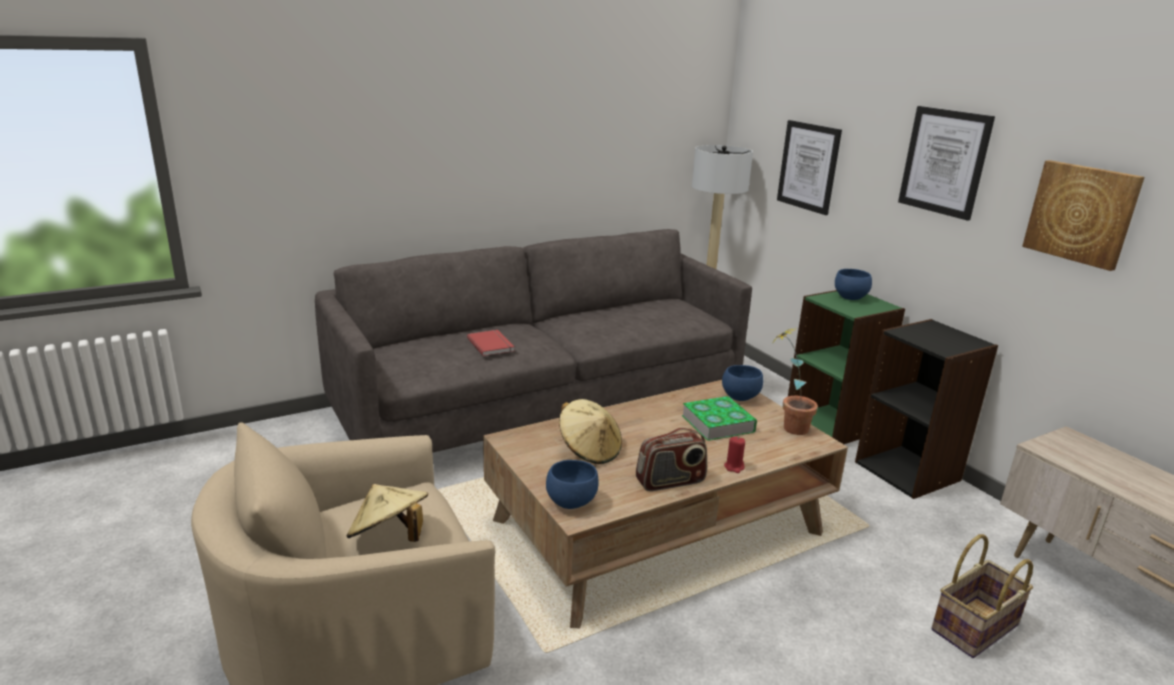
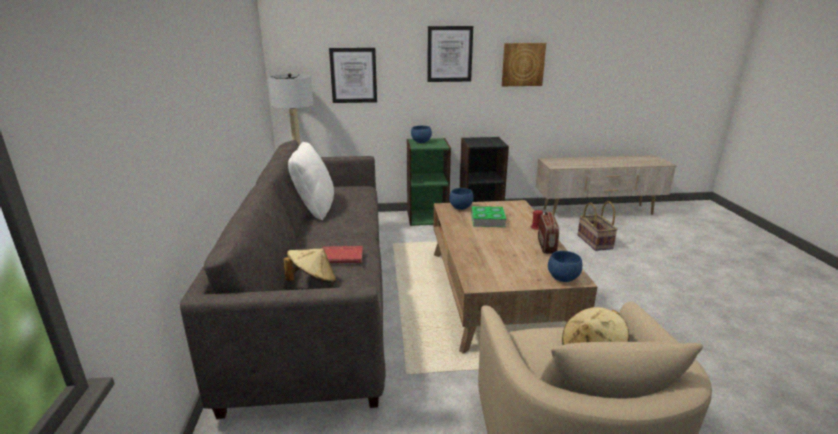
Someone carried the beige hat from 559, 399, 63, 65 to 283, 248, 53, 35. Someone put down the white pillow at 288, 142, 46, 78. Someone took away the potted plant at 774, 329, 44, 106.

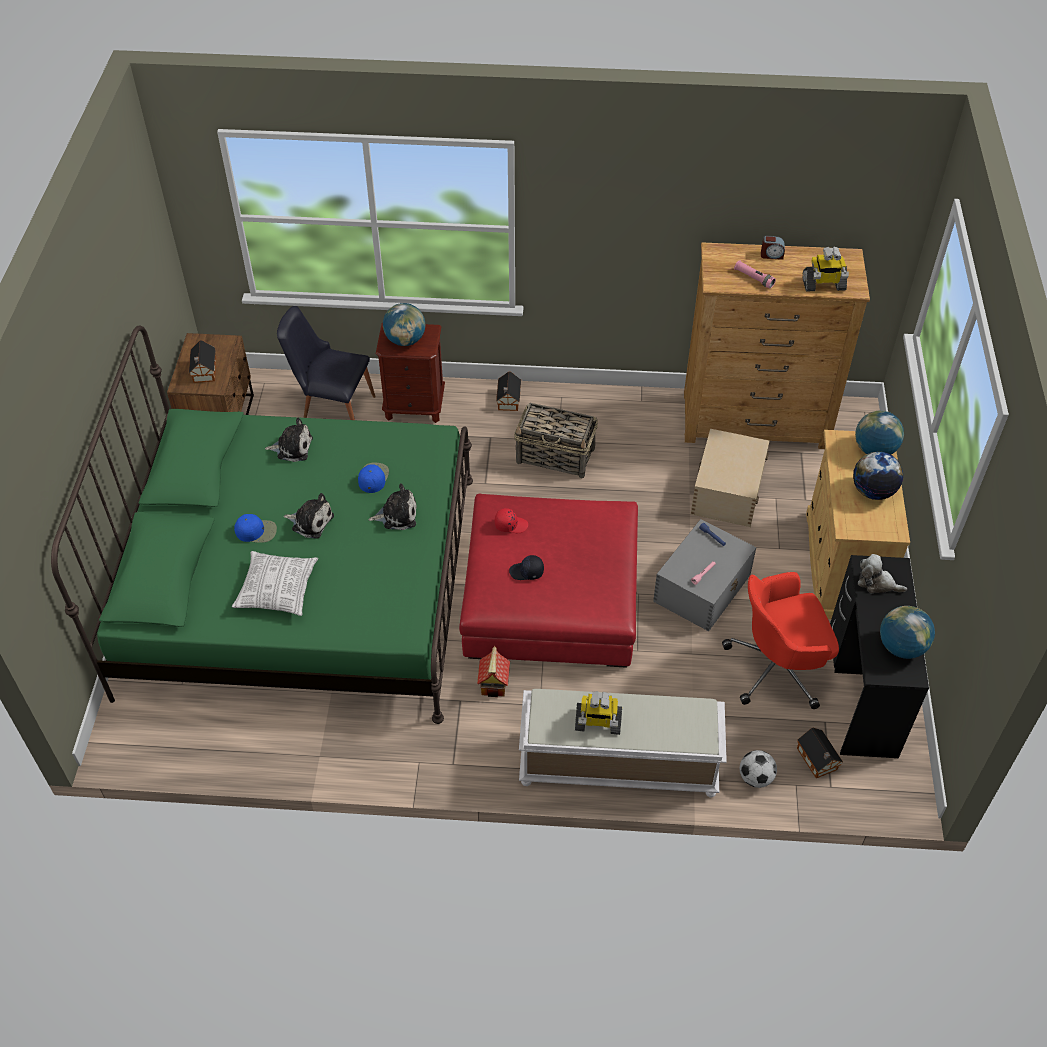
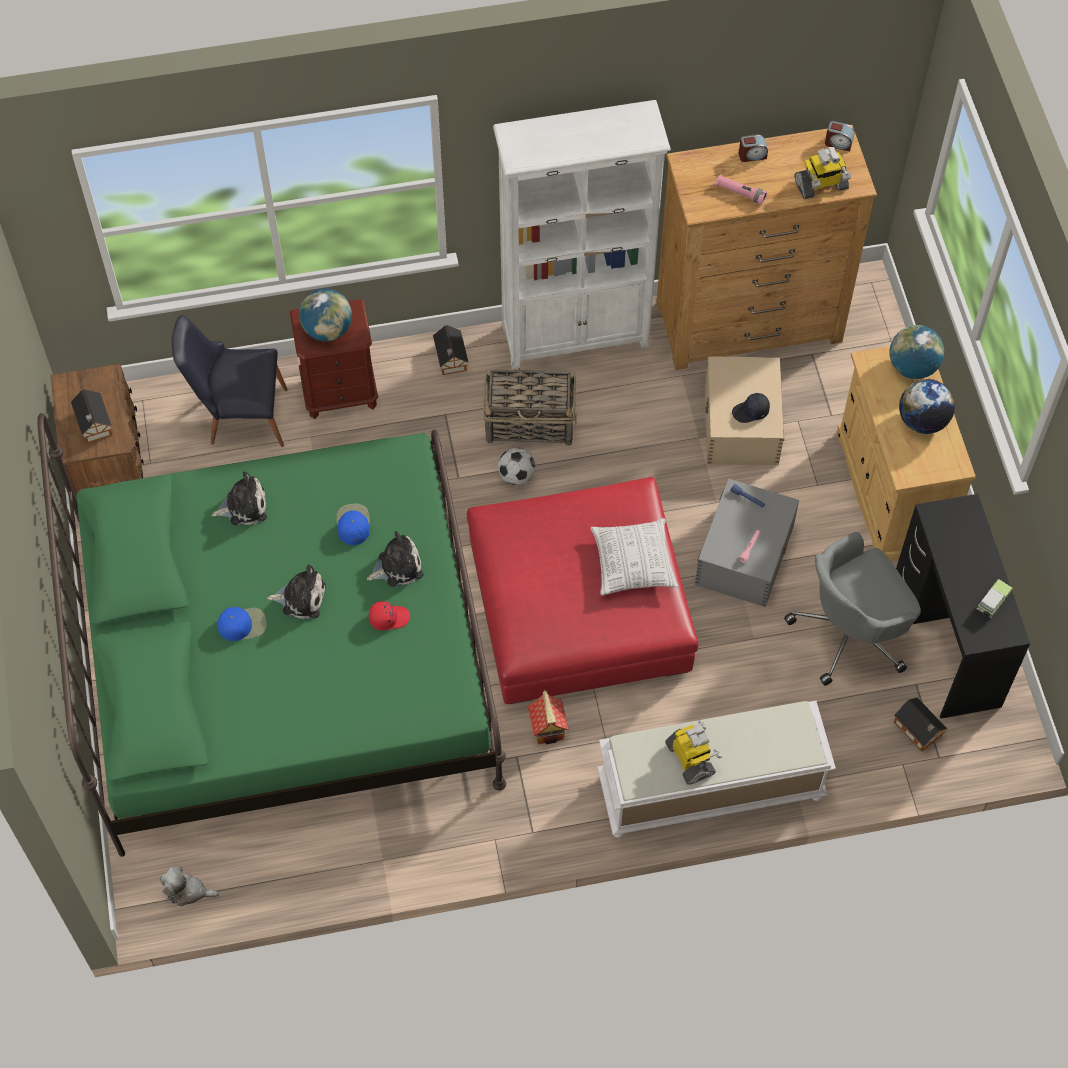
Someone carried the plush toy from 858, 554, 49, 39 to 160, 866, 59, 41. Someone carried the red cap from 495, 508, 33, 25 to 369, 601, 41, 29. Someone put down the white bookcase at 493, 100, 178, 269. Someone carried the football from 740, 750, 37, 38 to 498, 448, 37, 37. Someone carried the pillow from 232, 551, 86, 65 to 591, 518, 87, 77. Someone rotated the toy robot at 575, 691, 47, 44 by 105 degrees counterclockwise. Someone carried the black cap from 509, 555, 35, 25 to 732, 393, 38, 30. Someone repainted the red office chair at 722, 572, 117, 137, which became the grey office chair at 784, 532, 137, 154. Someone put down the alarm clock at 825, 121, 29, 31. Someone swapped the globe at 880, 606, 55, 53 for the toy car at 976, 579, 37, 39.

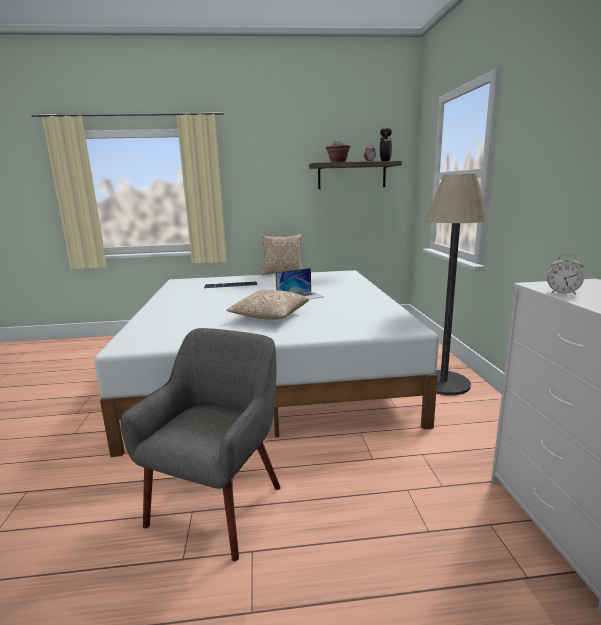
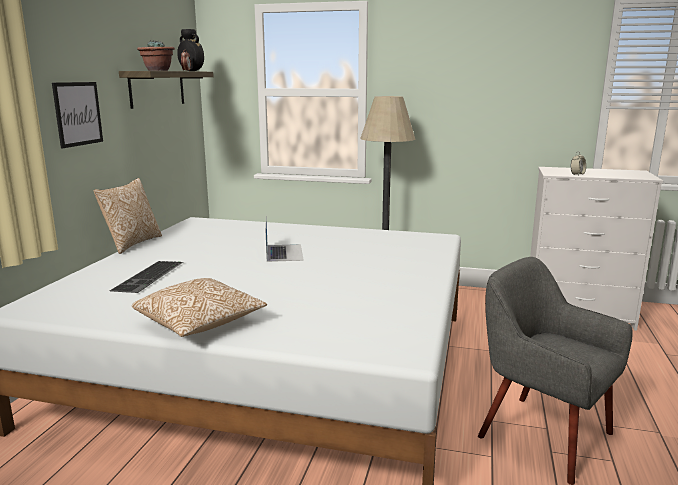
Someone put up the picture at 52, 82, 51, 66. Someone carried the pillow from 227, 290, 82, 30 to 132, 278, 135, 59.

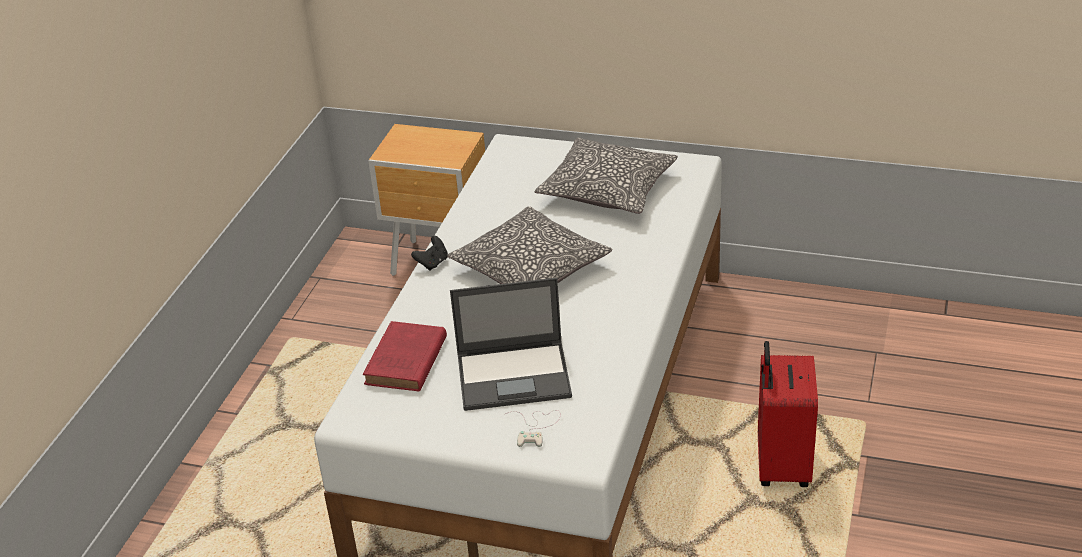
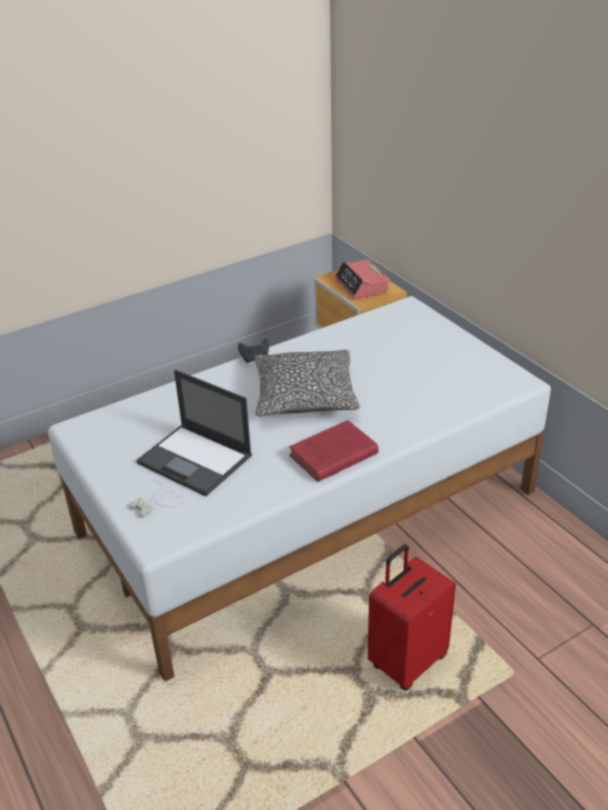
Someone carried the red book from 363, 321, 84, 71 to 289, 420, 90, 62. Someone put down the alarm clock at 335, 259, 54, 40. Someone took away the pillow at 535, 138, 143, 76.

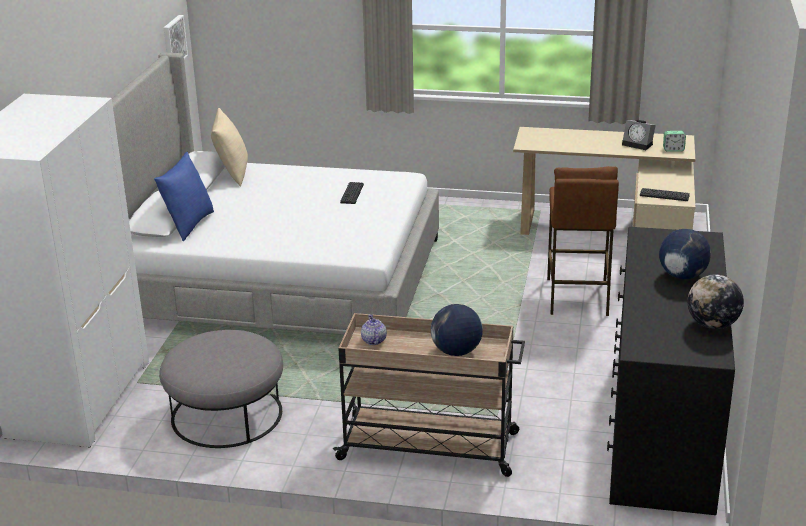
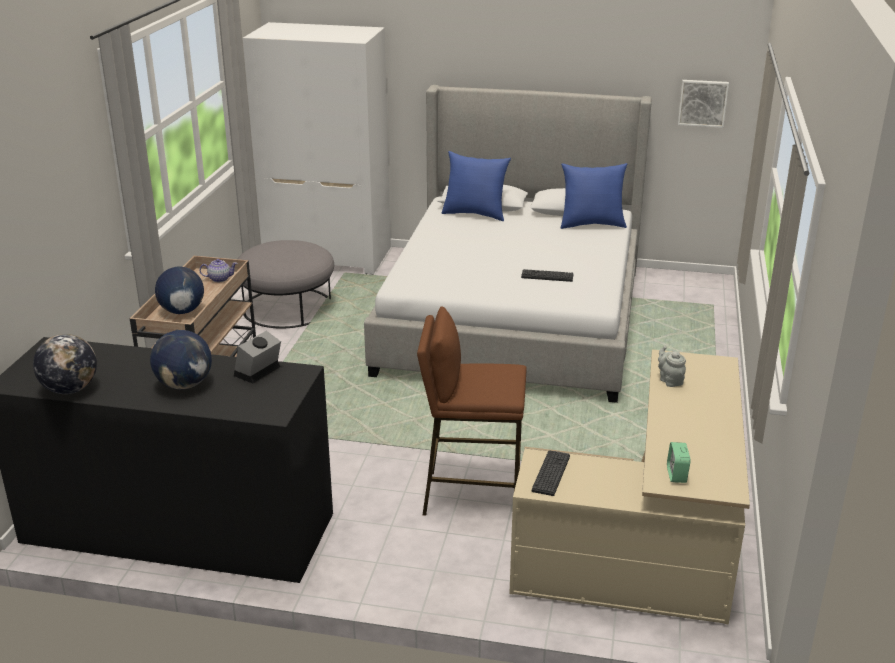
Someone carried the alarm clock from 622, 120, 34, 30 to 234, 331, 47, 52. Someone repainted the beige pillow at 211, 108, 37, 79, which became the blue pillow at 561, 163, 66, 66. Someone put down the grey teapot at 658, 346, 28, 41.

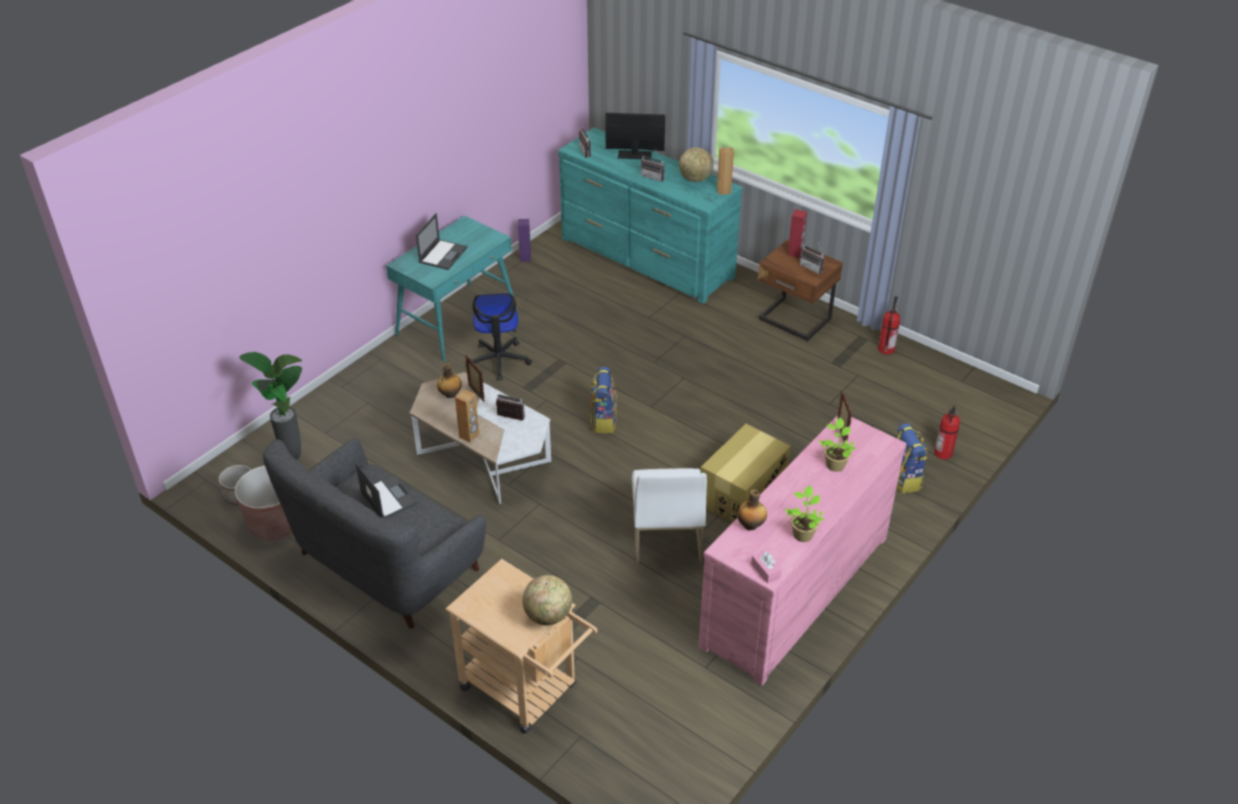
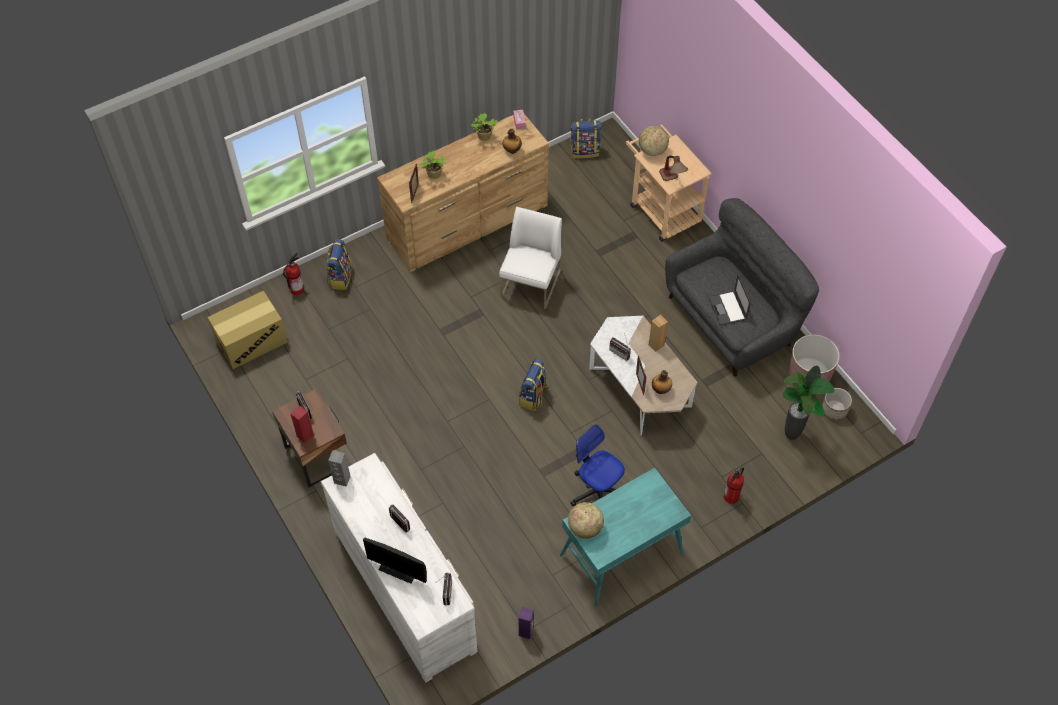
Someone carried the cardboard box from 700, 424, 91, 99 to 208, 291, 80, 78. Someone repainted the turquoise dresser at 558, 128, 185, 176, which became the white dresser at 321, 453, 156, 230. Someone repainted the brown speaker at 717, 147, 17, 48, which became the grey speaker at 328, 450, 23, 37. Someone repainted the pink dresser at 699, 415, 207, 271, which became the brown dresser at 377, 114, 172, 158. Someone carried the globe from 679, 147, 35, 35 to 568, 502, 36, 37. Someone put down the backpack at 570, 118, 31, 41. Someone rotated the office chair at 466, 293, 66, 88 by 60 degrees counterclockwise. Someone put down the table lamp at 659, 156, 29, 25. Someone carried the fire extinguisher from 878, 296, 22, 59 to 724, 467, 20, 37. Someone took away the laptop at 416, 213, 51, 57.

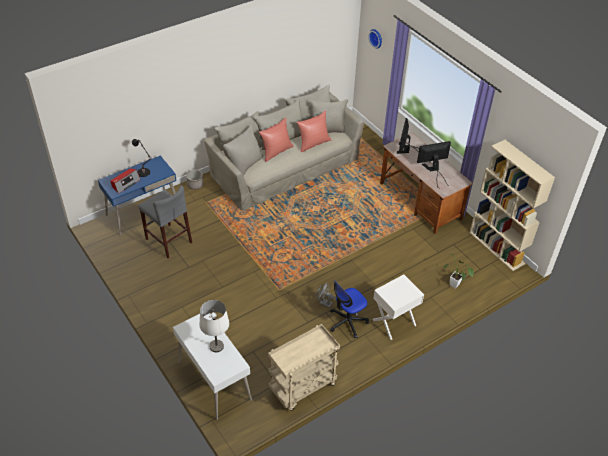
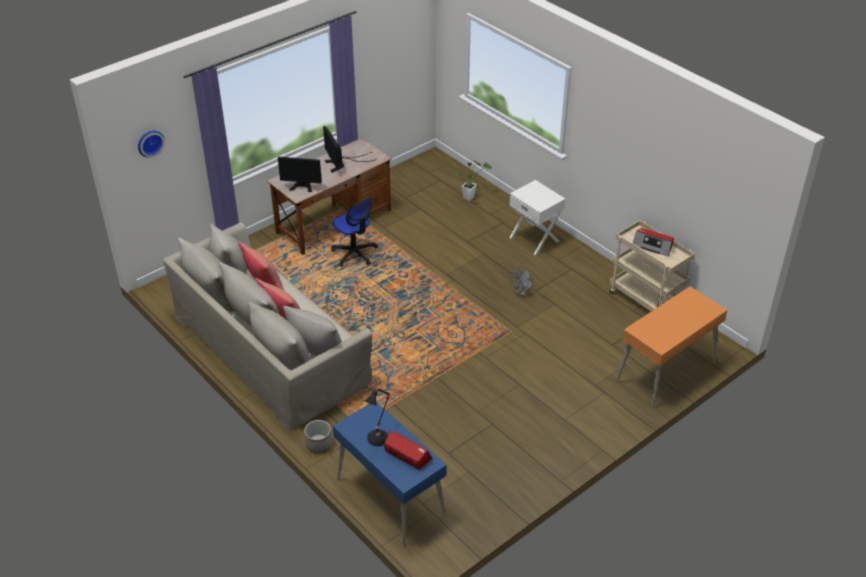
Someone carried the office chair from 330, 280, 39, 58 to 331, 197, 47, 70. Someone repainted the white desk at 173, 313, 79, 107, which became the orange desk at 616, 286, 111, 122. Someone put down the radio at 633, 228, 41, 28. Someone took away the grey stool at 138, 186, 54, 72. Someone took away the white table lamp at 199, 300, 30, 52. Someone took away the beige bookcase at 469, 140, 86, 131.

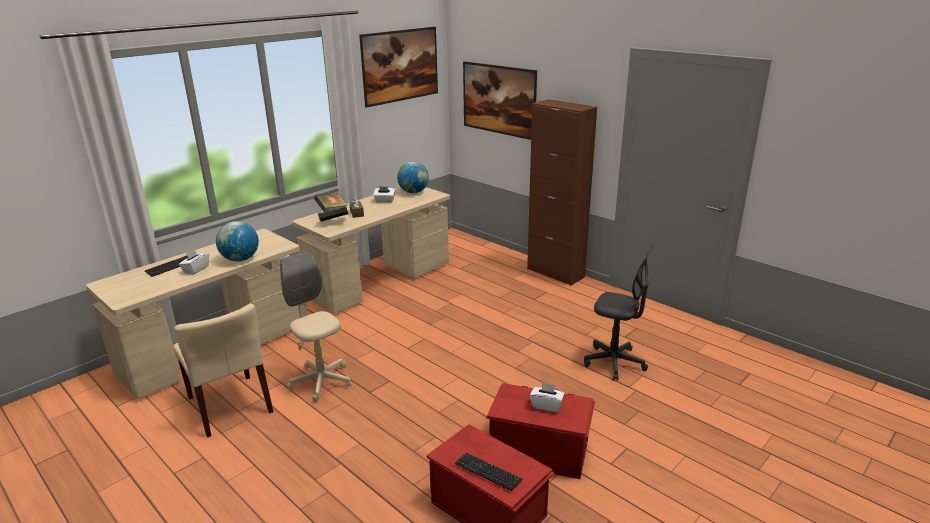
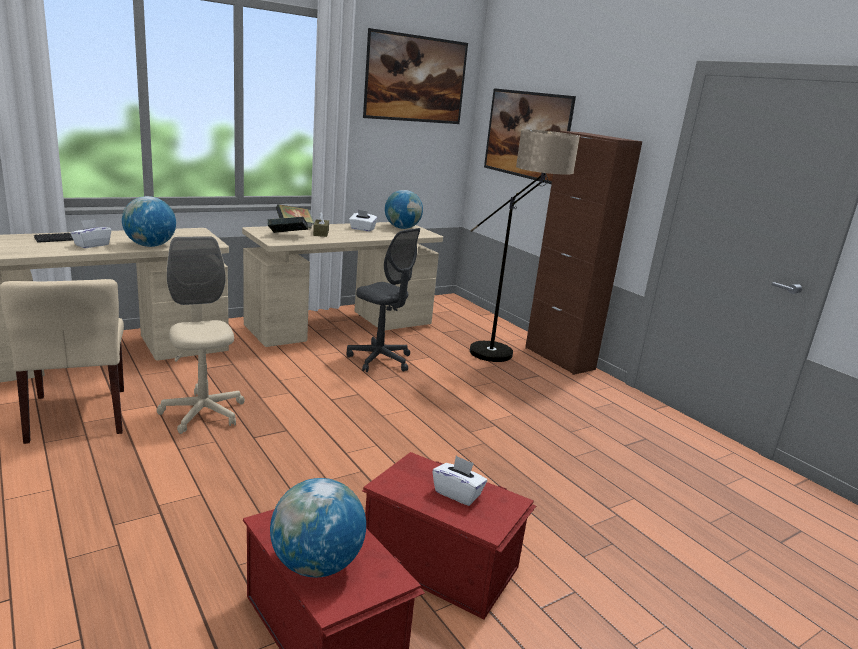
Someone swapped the keyboard at 455, 453, 67, 38 for the globe at 270, 478, 96, 99. Someone carried the grey office chair from 584, 245, 70, 136 to 346, 228, 74, 144. Someone put down the floor lamp at 470, 129, 110, 233.

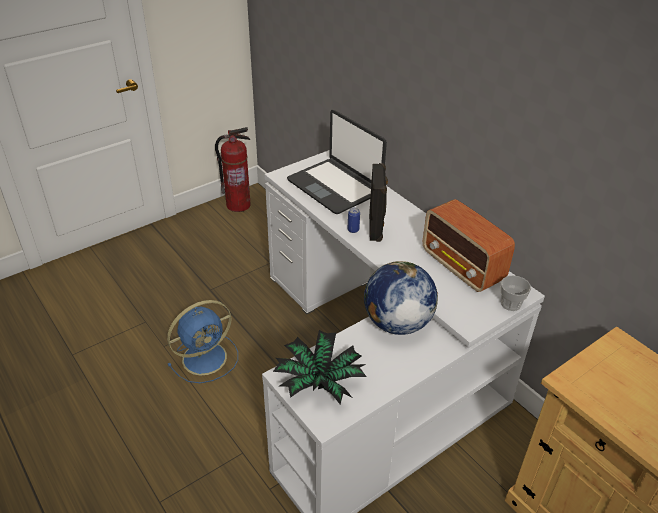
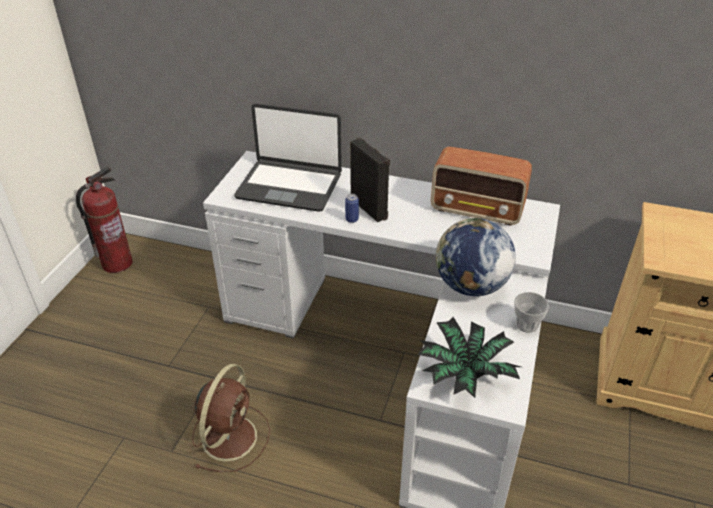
Someone repainted the blue fan at 167, 300, 71, 83, which became the brown fan at 192, 364, 78, 108. Someone carried the cup from 501, 275, 30, 36 to 514, 292, 35, 41.

